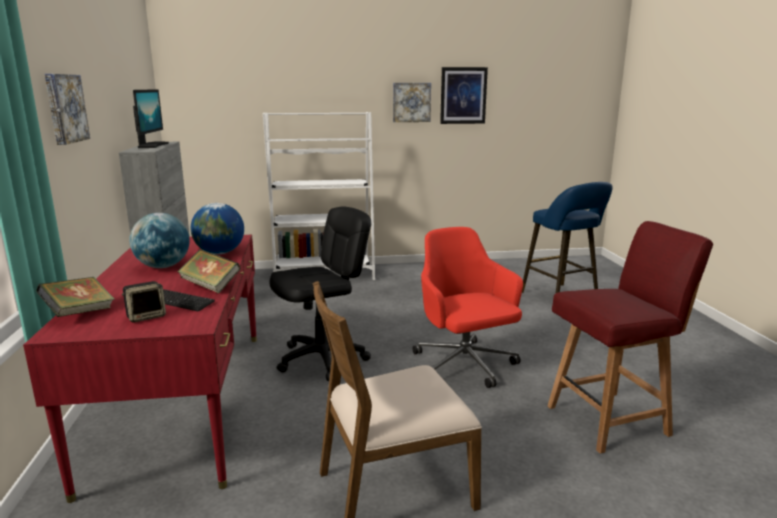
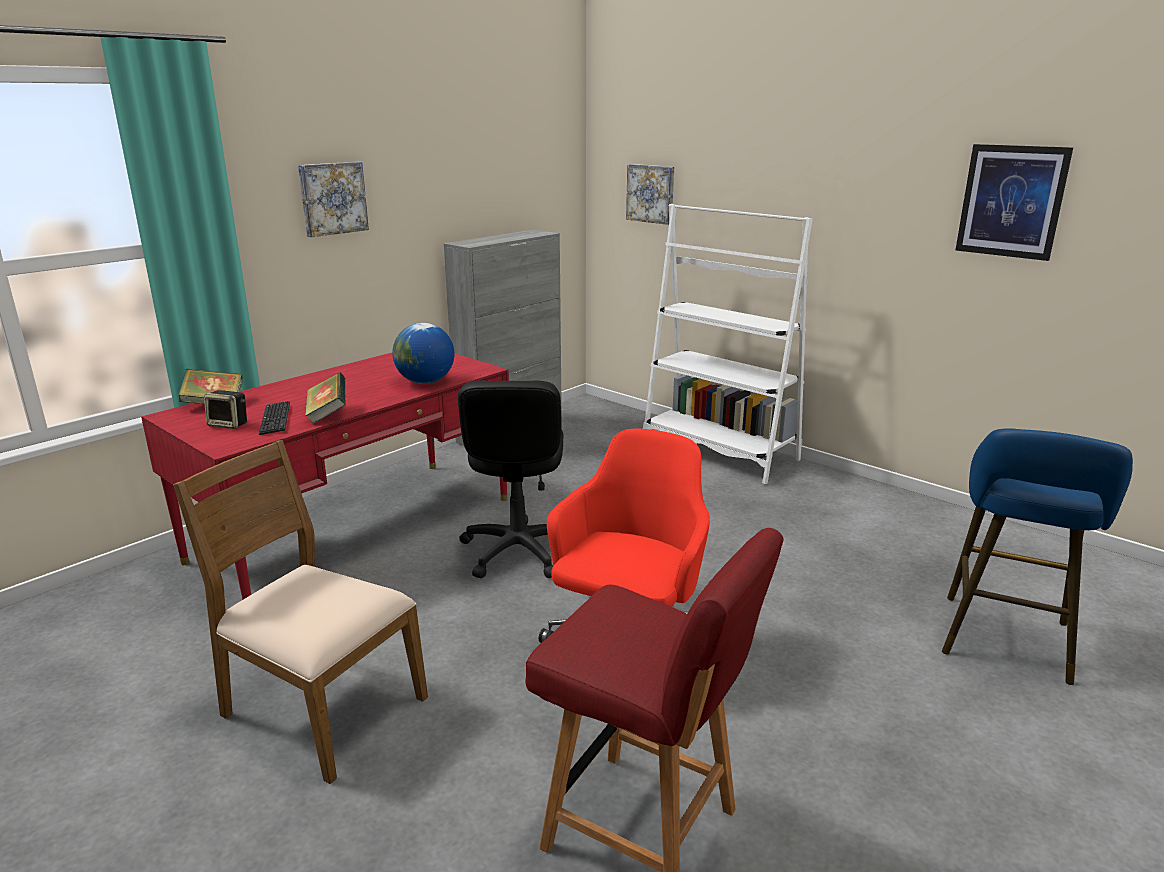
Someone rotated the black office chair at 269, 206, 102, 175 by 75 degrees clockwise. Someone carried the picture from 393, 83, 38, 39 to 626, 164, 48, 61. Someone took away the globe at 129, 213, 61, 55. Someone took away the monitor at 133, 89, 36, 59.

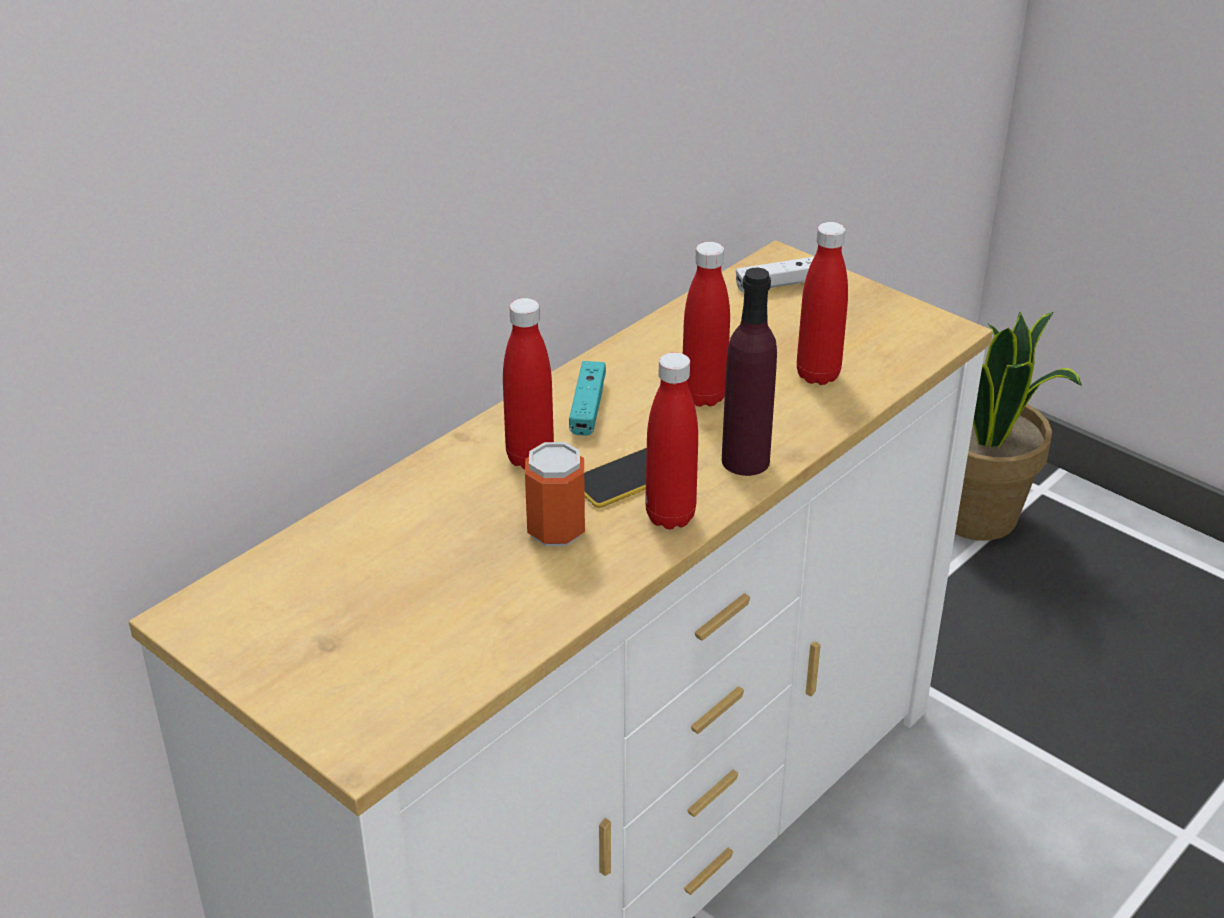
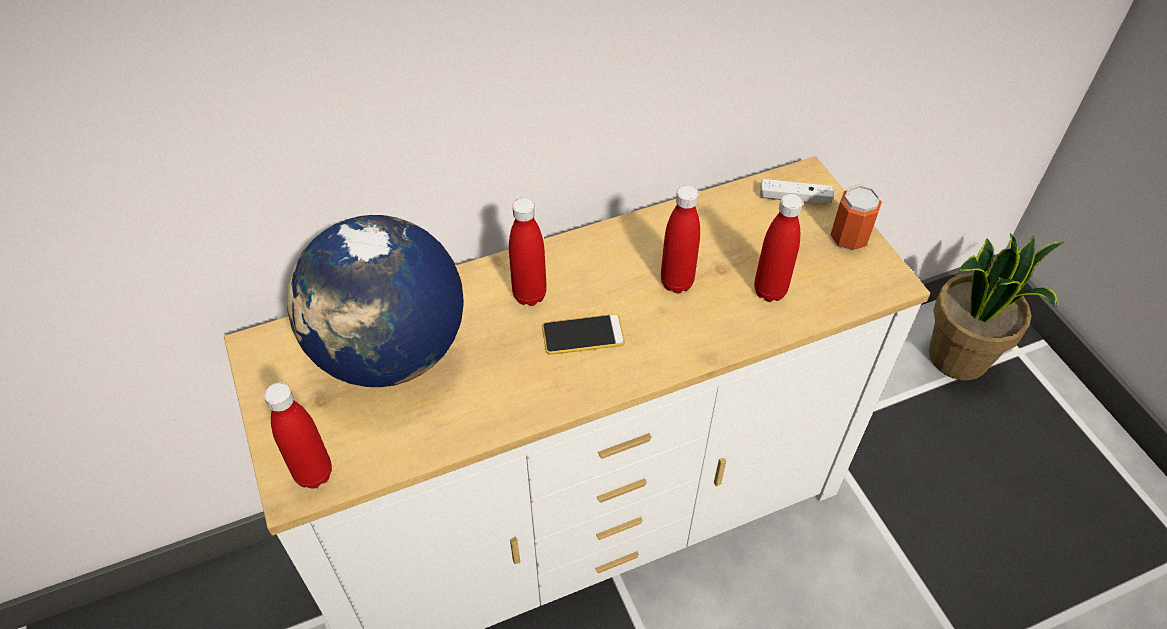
Someone carried the red bottle from 645, 352, 53, 177 to 264, 382, 68, 107. Someone put down the globe at 287, 215, 177, 172. Someone carried the can from 525, 442, 60, 104 to 830, 184, 52, 67. Someone took away the turquoise game controller at 569, 361, 37, 75. Someone took away the purple bottle at 722, 268, 55, 208.

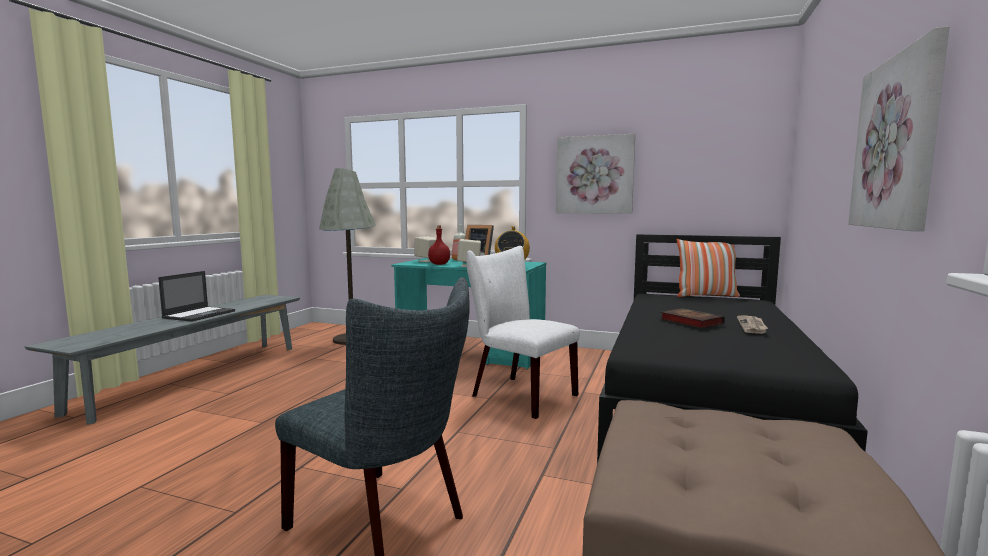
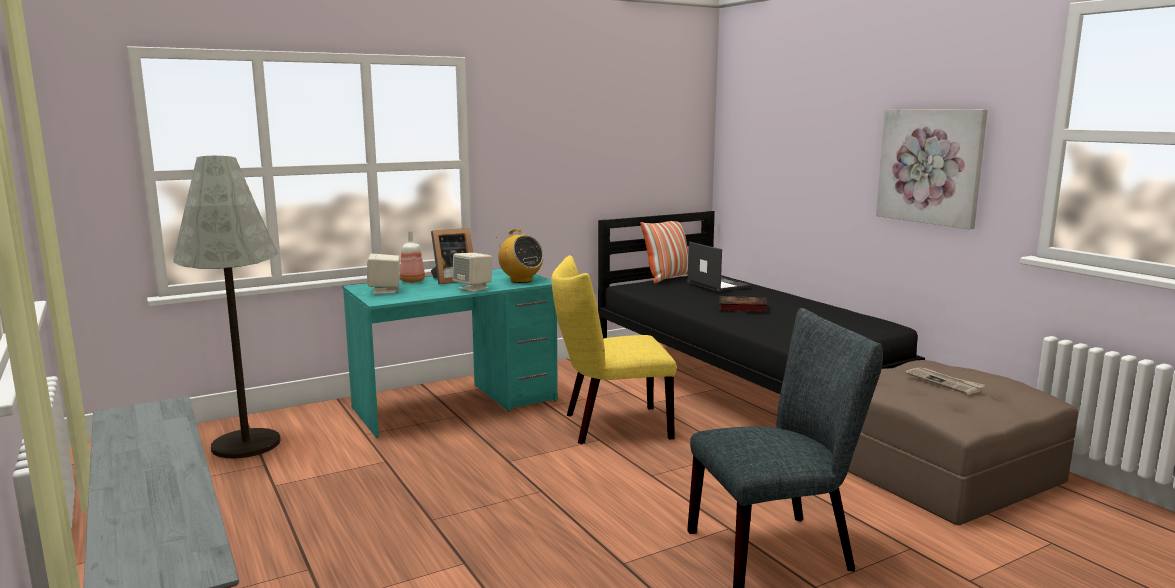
Someone repainted the white chair at 466, 246, 114, 173, which became the yellow chair at 551, 255, 126, 189. Someone carried the laptop from 158, 271, 77, 51 to 687, 242, 64, 50. Someone carried the newspaper from 737, 315, 31, 19 to 905, 368, 80, 27. Someone took away the red bottle at 428, 226, 22, 39. Someone took away the picture at 556, 134, 79, 80.

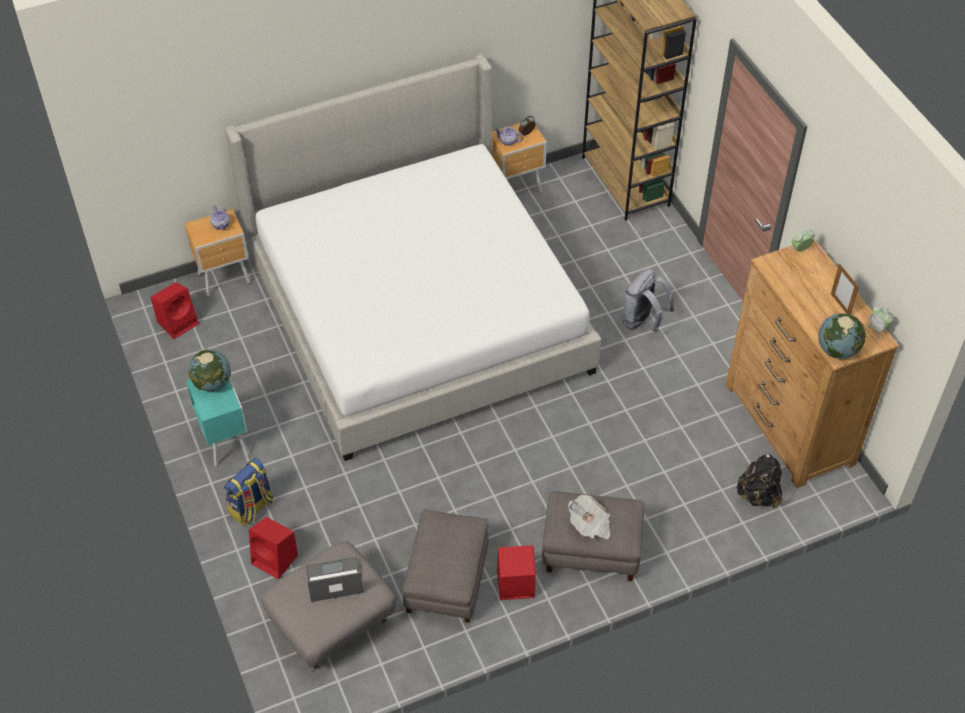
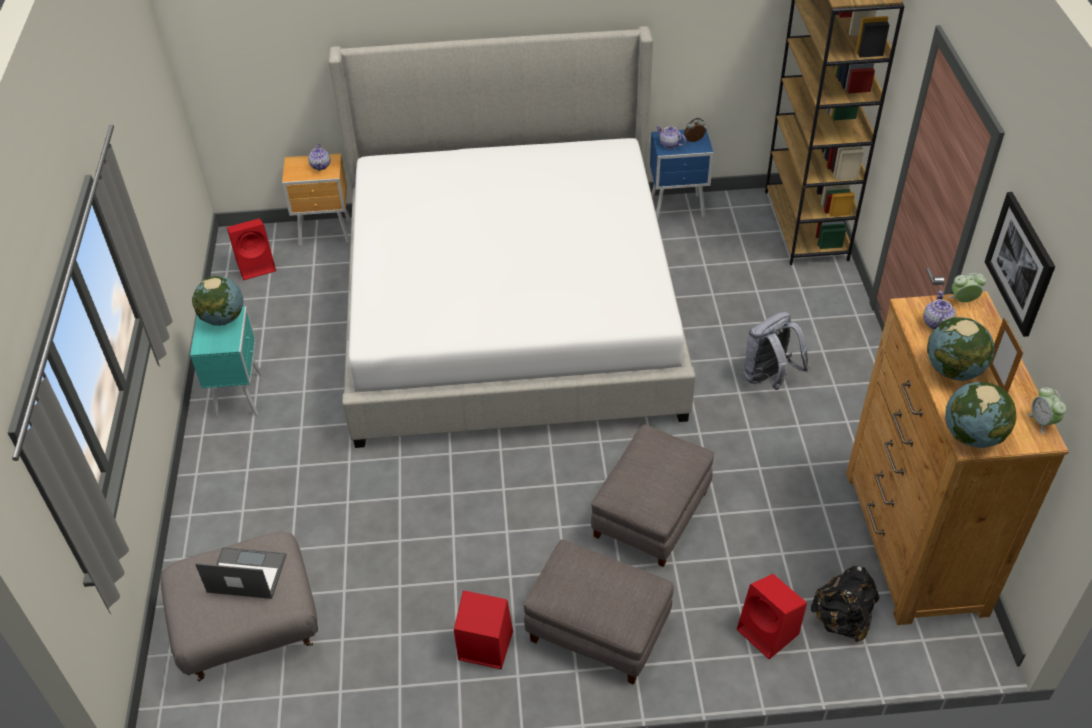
Someone carried the grey ottoman from 403, 509, 86, 114 to 591, 424, 123, 143. Someone repainted the brown nightstand at 492, 123, 55, 69, which became the blue nightstand at 650, 128, 64, 92. Someone carried the red speaker from 249, 517, 49, 62 to 737, 574, 70, 85. Someone put down the teapot at 923, 291, 33, 38. Someone put down the globe at 927, 317, 67, 64. Someone put up the picture at 985, 192, 70, 145. Someone took away the backpack at 224, 458, 49, 68. Someone took away the newspaper at 568, 495, 42, 44.

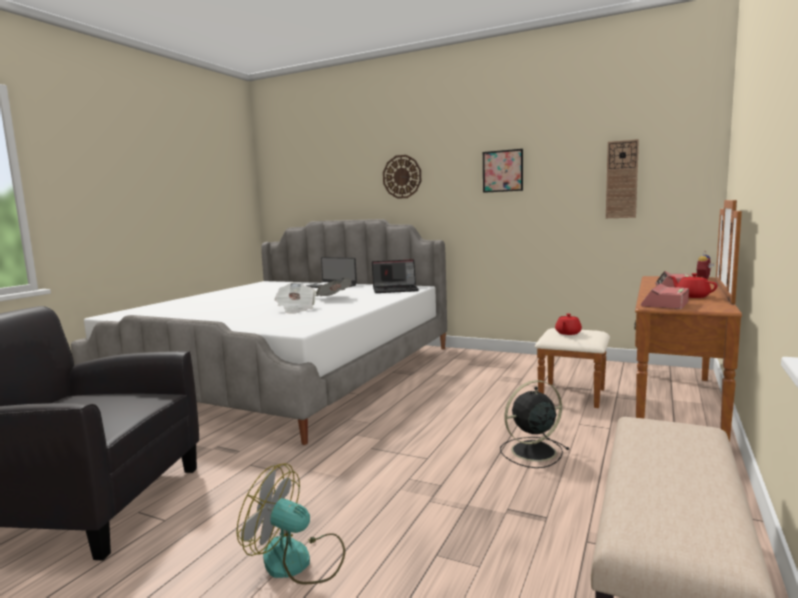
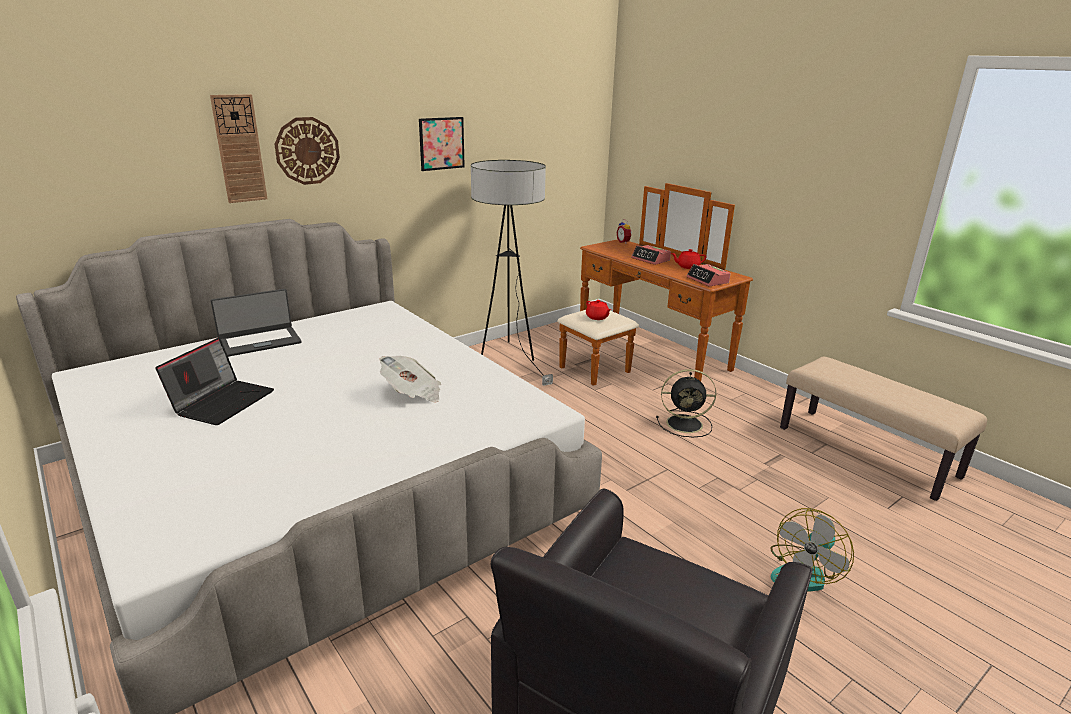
Someone carried the laptop from 372, 259, 47, 34 to 155, 337, 119, 88. Someone carried the wall clock from 606, 139, 33, 79 to 210, 94, 57, 109. Someone put down the floor lamp at 471, 160, 82, 226. Someone rotated the black fan at 500, 380, 69, 88 by 90 degrees counterclockwise. Someone took away the newspaper at 316, 278, 36, 18.

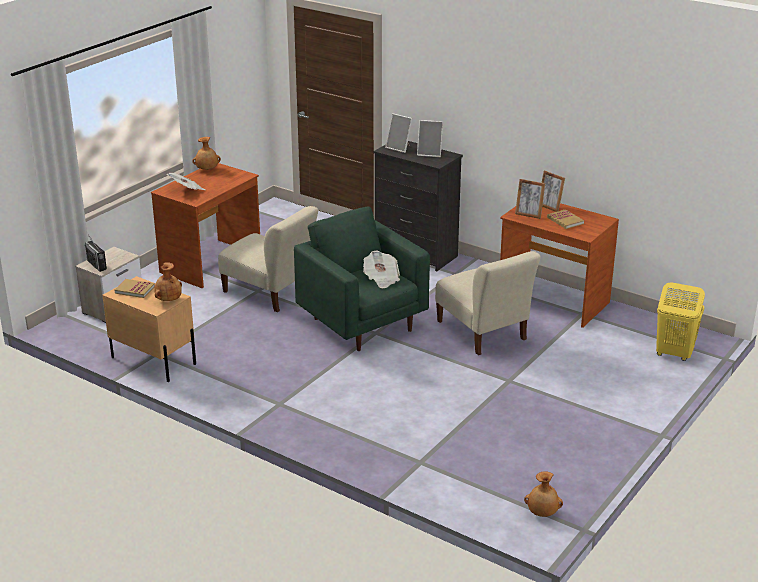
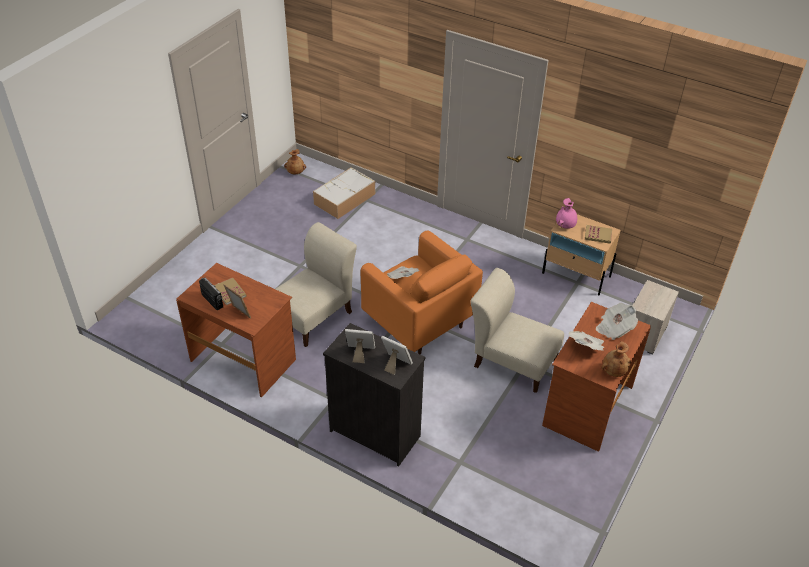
Someone carried the radio from 85, 235, 22, 37 to 199, 277, 24, 33. Someone rotated the beige chair at 435, 251, 106, 104 by 75 degrees clockwise. Someone put down the storage box at 313, 167, 62, 52. Someone repainted the green armchair at 294, 206, 136, 145, which became the orange armchair at 361, 231, 122, 123. Someone repainted the brown vase at 154, 262, 28, 39, which became the pink vase at 556, 198, 21, 31. Someone put down the newspaper at 569, 331, 36, 20. Someone took away the picture frame at 515, 179, 30, 40. Someone took away the yellow laundry basket at 656, 282, 49, 79.

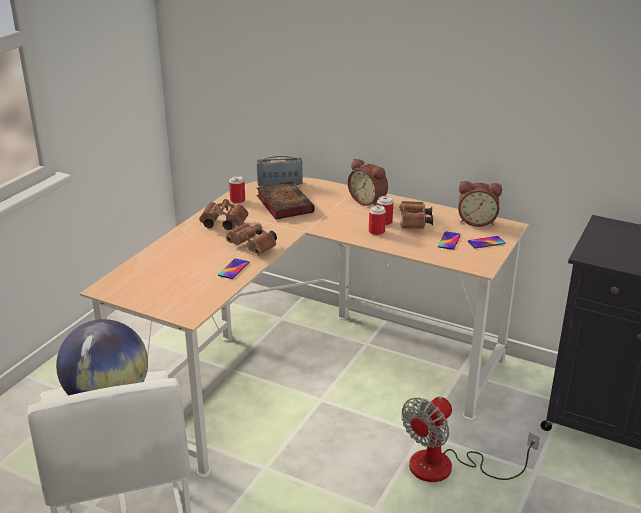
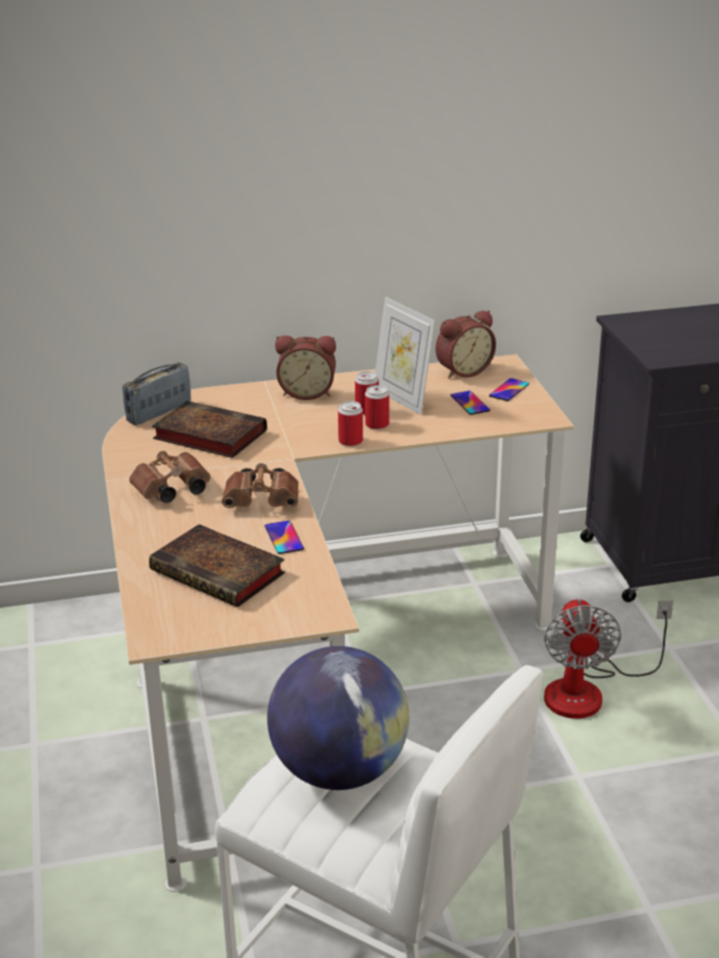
Someone put down the book at 149, 524, 136, 84. Someone carried the can from 229, 175, 16, 29 to 338, 401, 25, 45. Someone swapped the brown binoculars at 399, 201, 34, 28 for the picture frame at 375, 297, 60, 118.

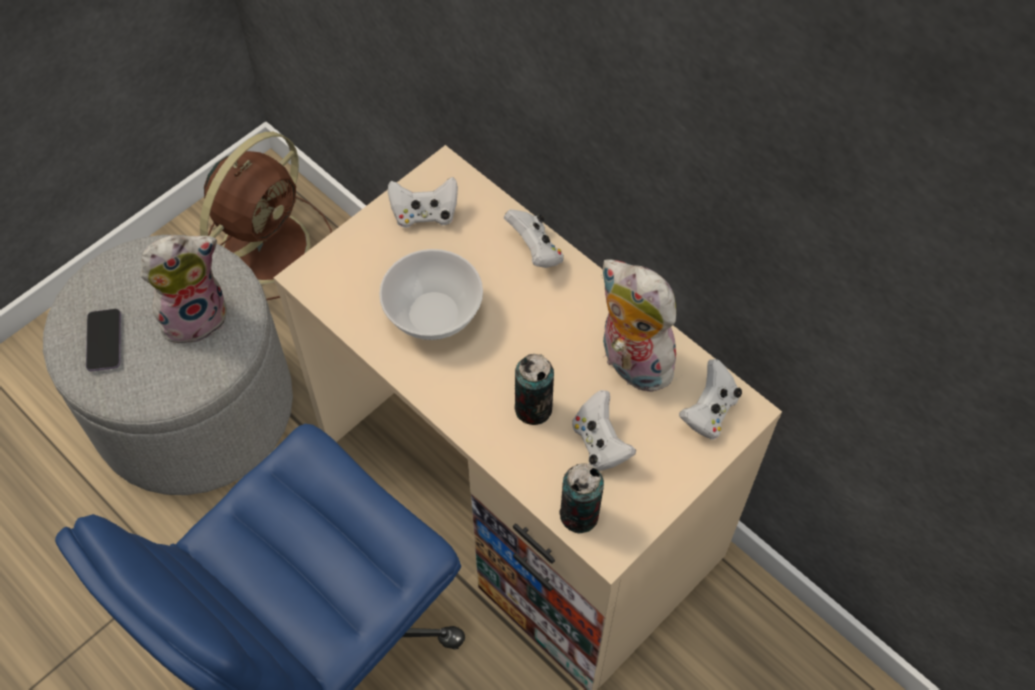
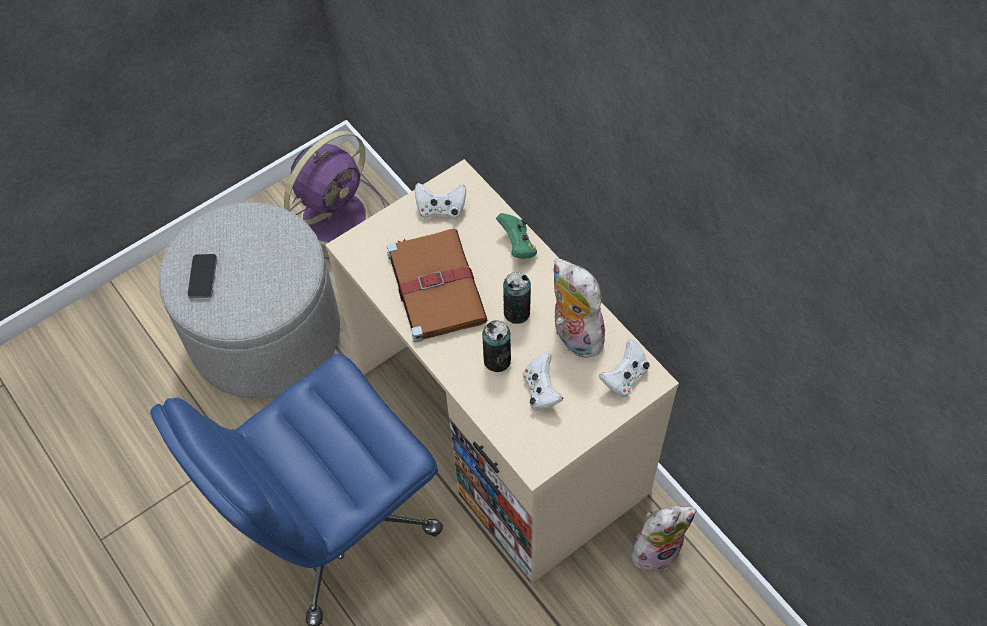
Someone repainted the brown fan at 200, 132, 132, 168, which became the purple fan at 284, 131, 102, 128. Someone swapped the bowl at 379, 249, 104, 91 for the brown book at 387, 229, 100, 114. Someone repainted the white game controller at 504, 209, 60, 59, which became the green game controller at 496, 213, 41, 46. Someone carried the can from 559, 463, 45, 71 to 503, 271, 28, 53. Someone carried the plush toy from 140, 235, 87, 113 to 632, 506, 65, 65.

